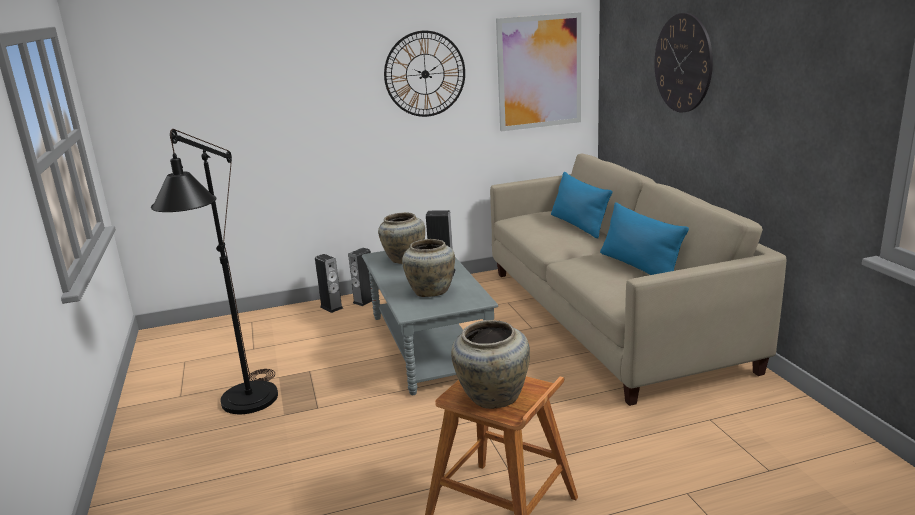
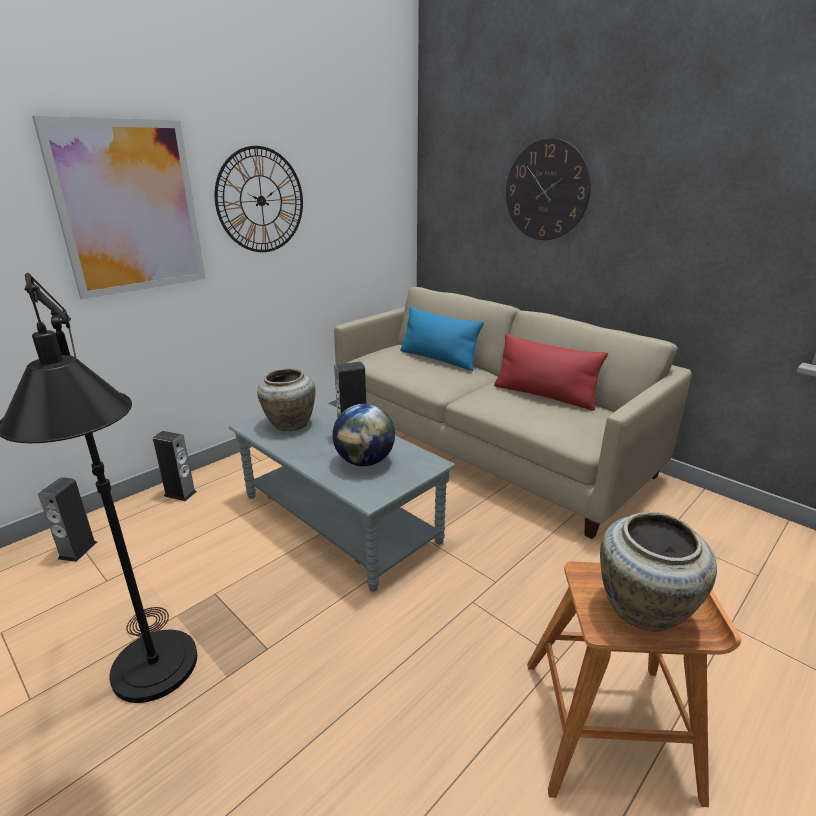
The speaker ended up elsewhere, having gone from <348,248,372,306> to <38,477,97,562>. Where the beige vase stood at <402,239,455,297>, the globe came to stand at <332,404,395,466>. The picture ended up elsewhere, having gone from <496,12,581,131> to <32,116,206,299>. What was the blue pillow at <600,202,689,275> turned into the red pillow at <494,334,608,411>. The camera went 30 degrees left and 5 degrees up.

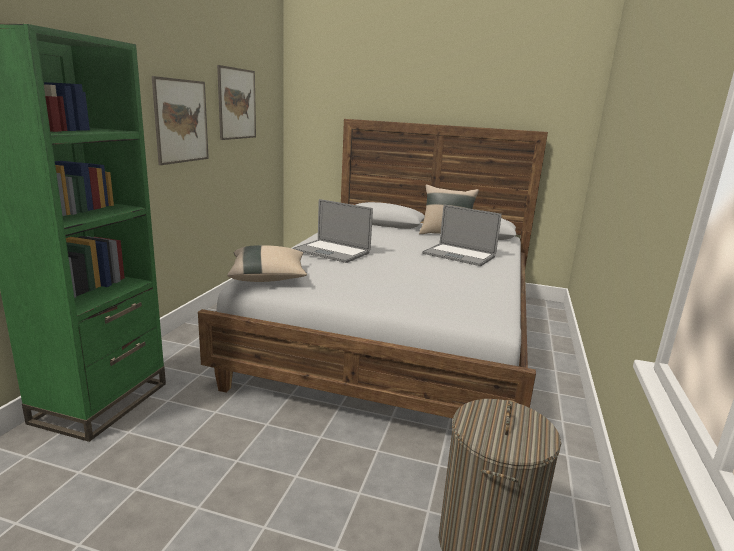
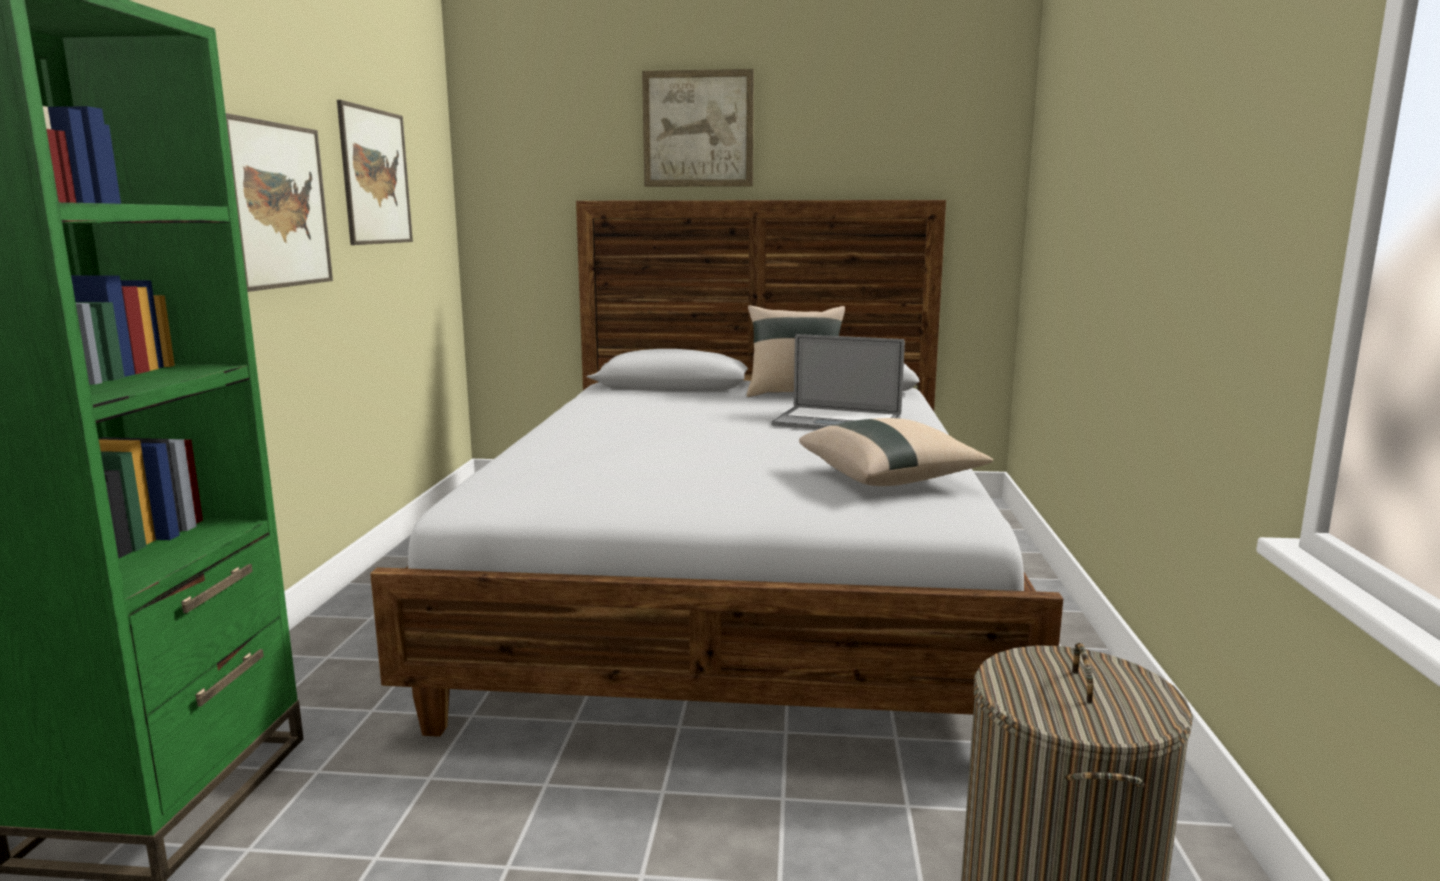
The beige pillow ended up elsewhere, having gone from <227,245,307,282> to <799,418,993,486>. The second view lost the laptop at <292,199,373,263>. The second view gained the picture at <642,69,754,187>. The camera went 10 degrees left and 5 degrees down.

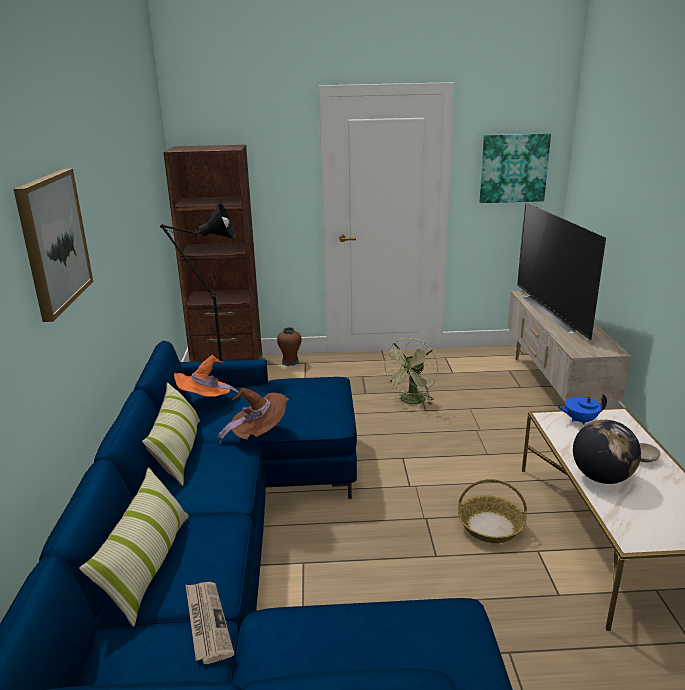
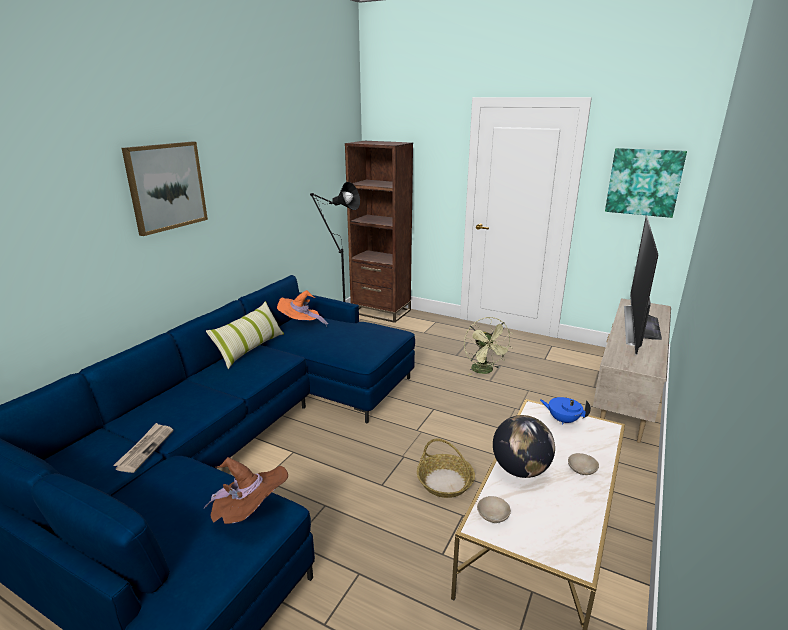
The second view lost the pillow at <79,467,189,627>. The brown hat ended up elsewhere, having gone from <218,388,289,444> to <204,457,288,524>. The second view lost the brown vase at <277,327,302,366>. The green fan at <381,338,438,405> ended up facing another way, 75 degrees counterclockwise from before. The second view gained the beige bowl at <477,496,511,523>. The camera went 30 degrees right and 0 degrees up.

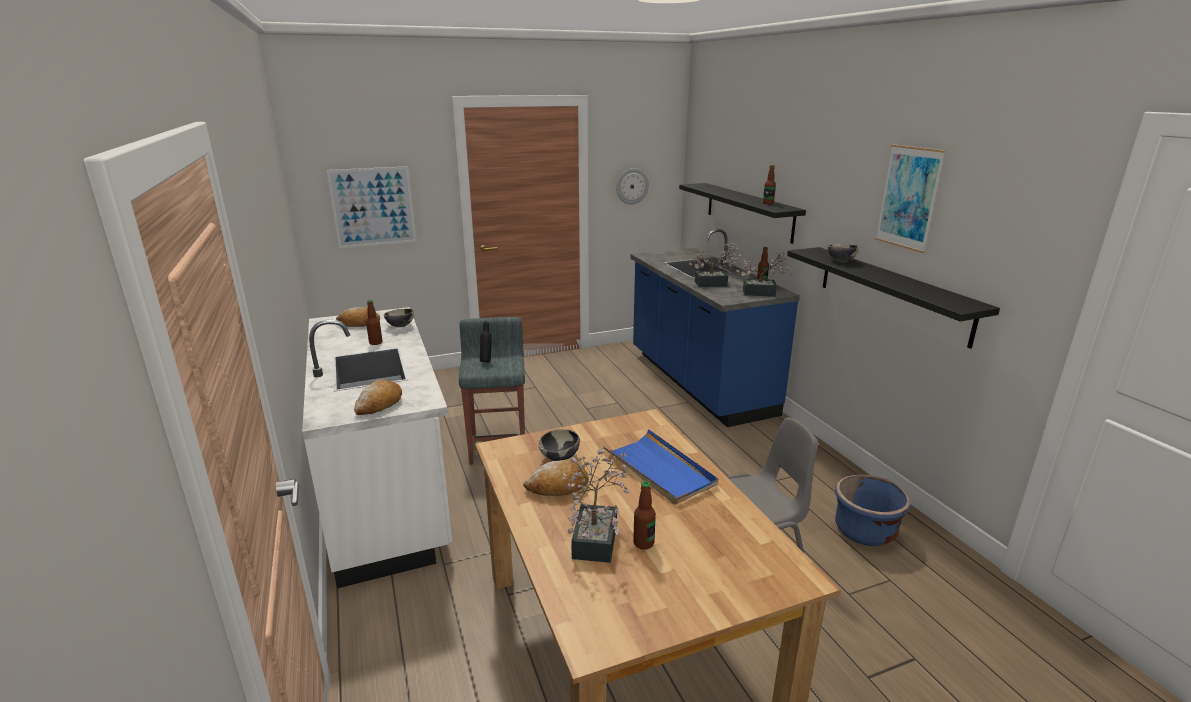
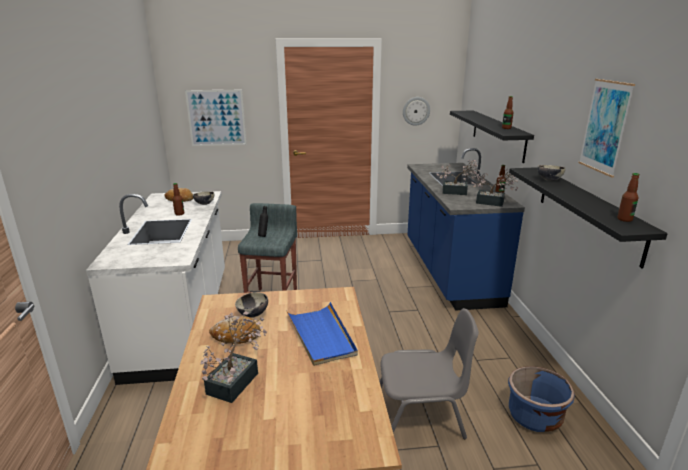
The second view lost the bread at <354,380,402,415>. The bottle ended up elsewhere, having gone from <633,481,656,550> to <617,173,640,222>. The camera went 15 degrees right and 0 degrees up.

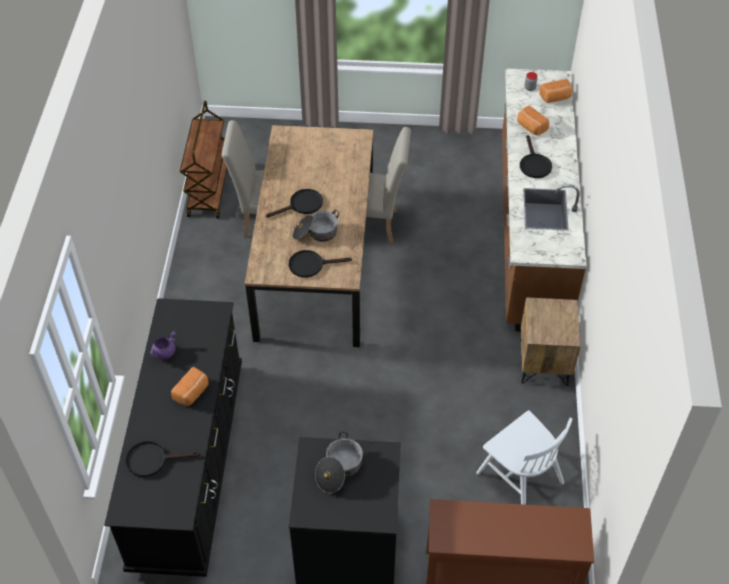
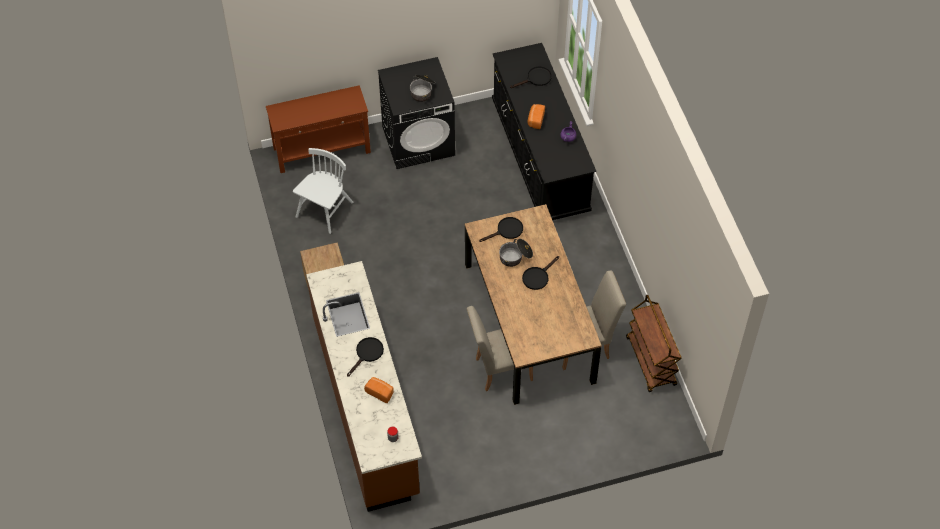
The white chair at <476,410,573,505> ended up facing another way, 90 degrees clockwise from before. The black frying pan at <520,135,552,178> ended up facing another way, 60 degrees clockwise from before. The second view lost the bread at <539,79,572,103>. The camera went 160 degrees right and 5 degrees up.

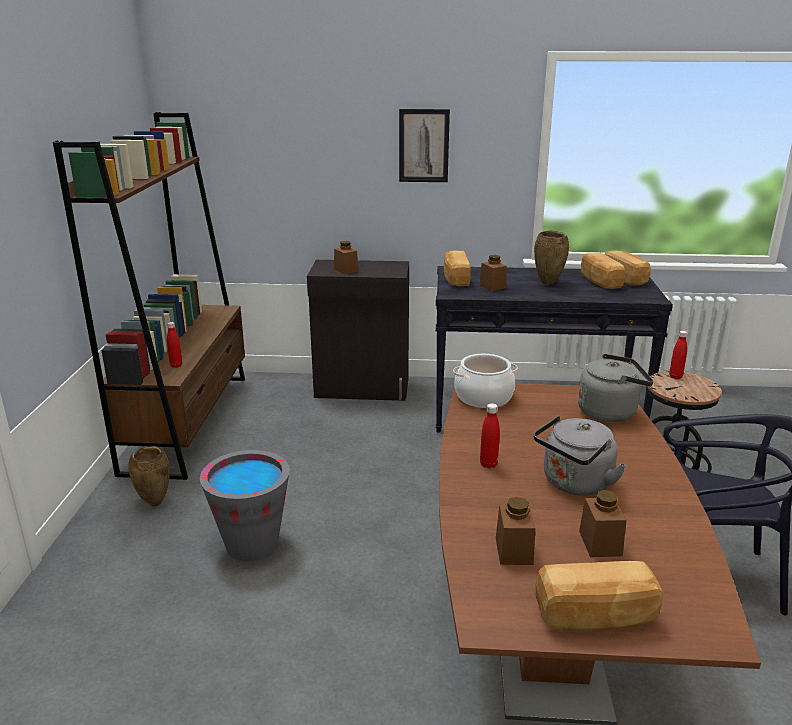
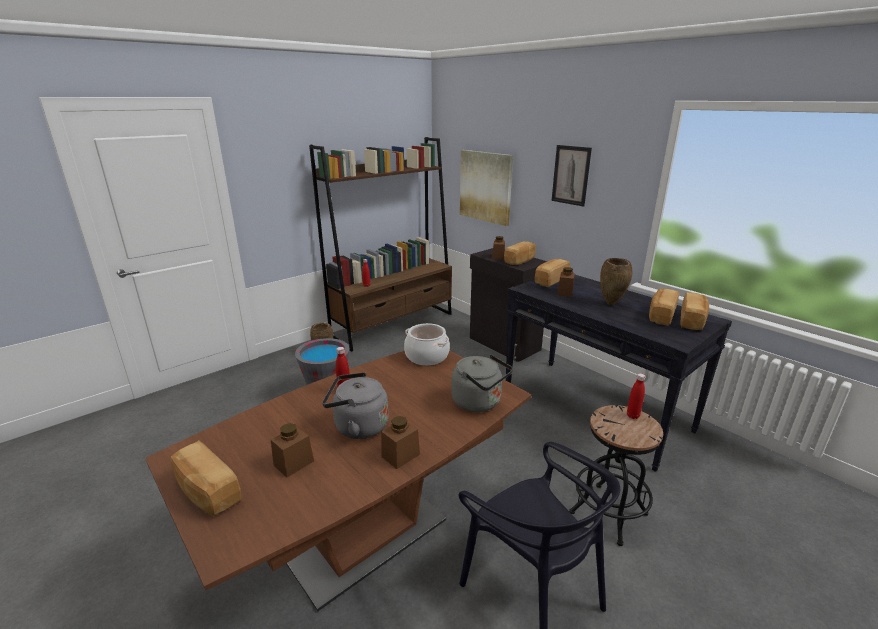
The brown jar ended up elsewhere, having gone from <496,497,535,565> to <381,416,420,469>. The second view gained the picture at <460,150,513,226>. The second view gained the bread at <504,241,536,265>. The camera went 45 degrees right and 0 degrees up.

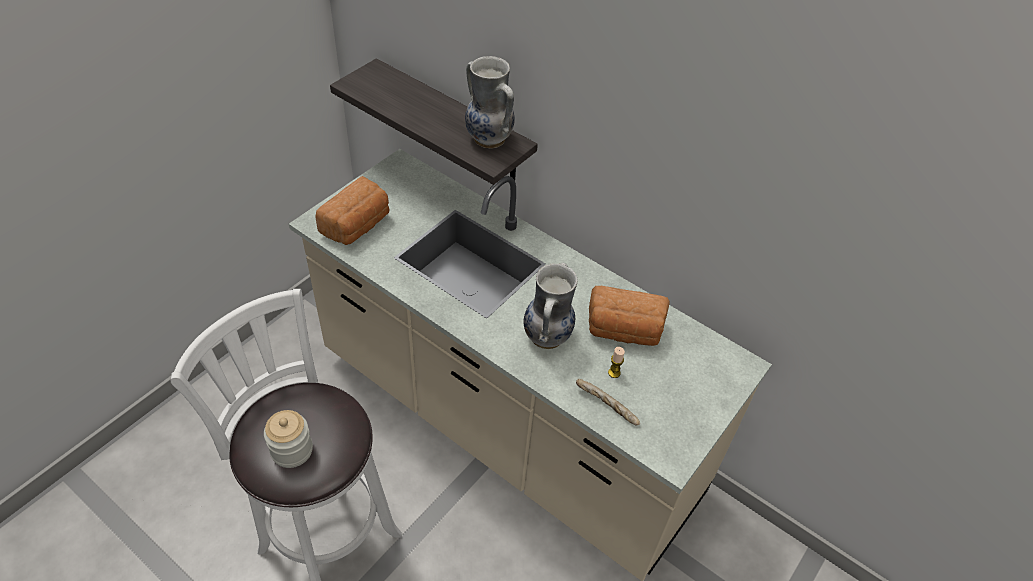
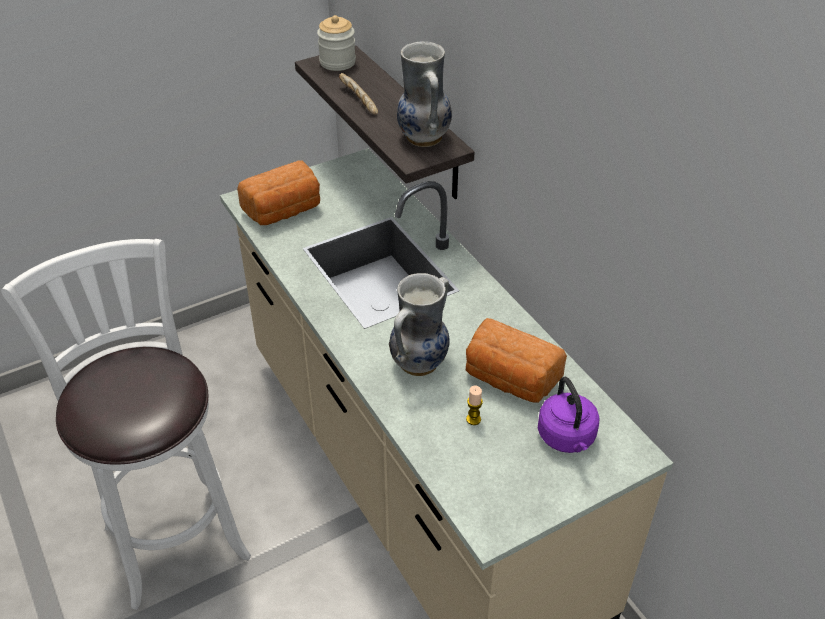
The jar ended up elsewhere, having gone from <264,410,313,468> to <317,15,356,71>. The bread ended up elsewhere, having gone from <576,379,640,425> to <339,73,378,115>. The second view gained the purple kettle at <538,377,599,453>. The camera went 25 degrees right and 5 degrees down.

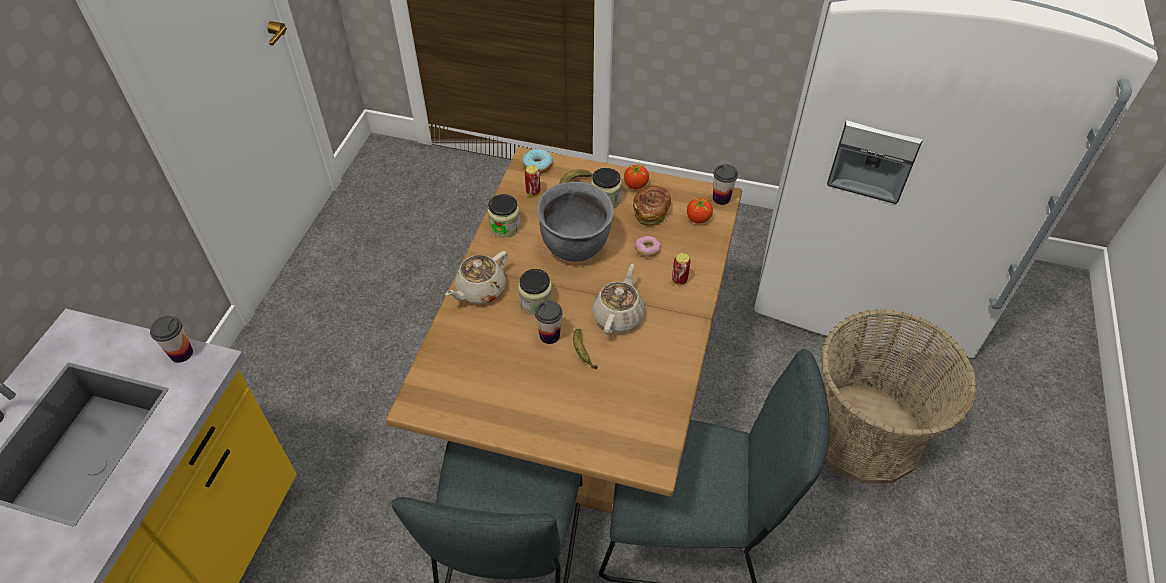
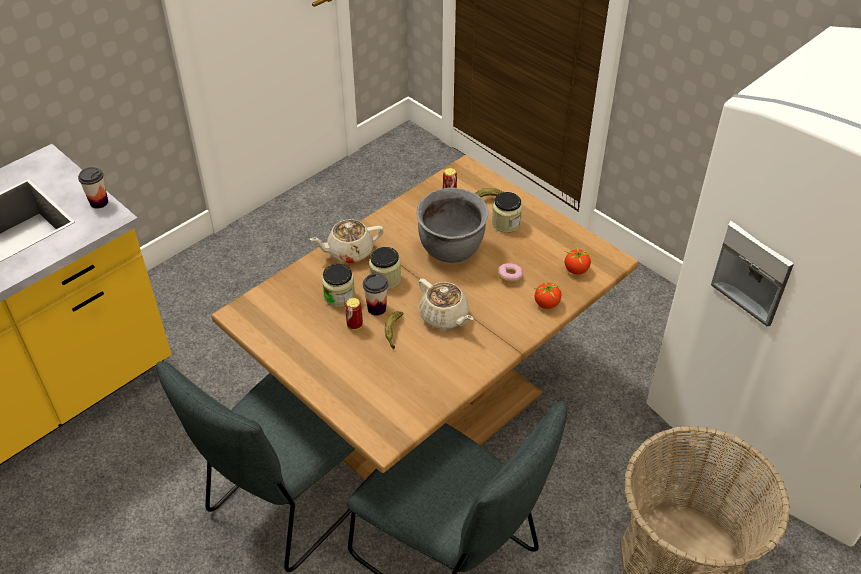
The jar ended up elsewhere, having gone from <488,194,520,237> to <322,264,355,307>. The second view lost the donut at <523,149,553,174>. The beige teapot at <592,264,645,335> ended up facing another way, 90 degrees clockwise from before. The tomato ended up elsewhere, having gone from <624,162,649,189> to <534,280,562,309>. The second view lost the bread at <633,186,671,226>. The can ended up elsewhere, having gone from <672,253,690,285> to <345,298,363,330>. The second view lost the cup at <713,164,738,205>. The camera went 30 degrees right and 5 degrees down.

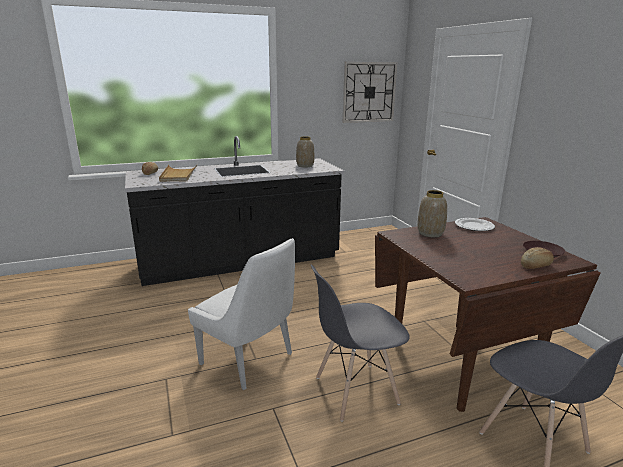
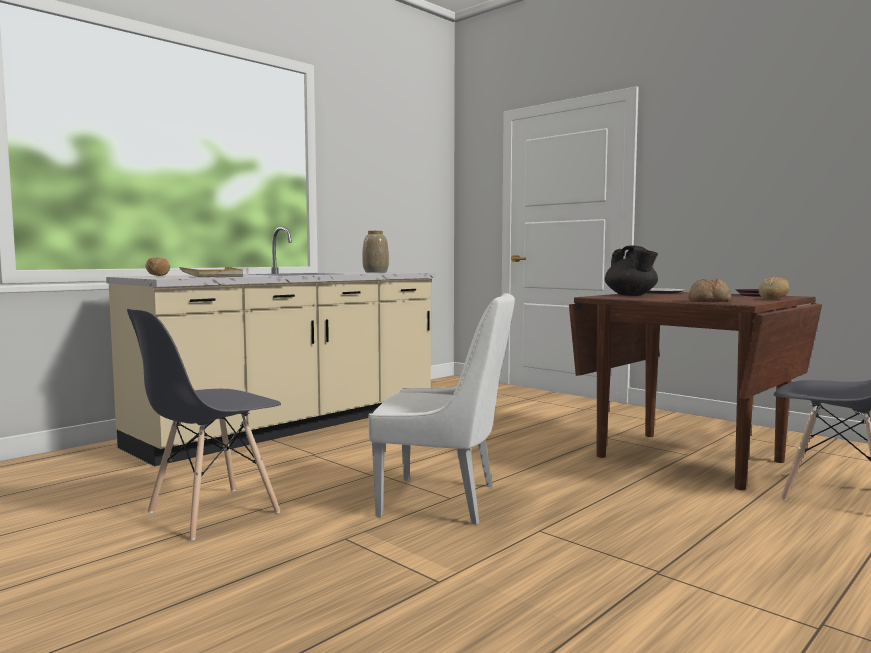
What was the black counter at <125,136,344,286> turned into the beige counter at <106,227,436,466>. The grey chair ended up elsewhere, having gone from <311,265,410,422> to <127,309,281,541>. The second view lost the wall clock at <343,62,397,123>. Where the vase stood at <417,190,447,237>, the black teapot came to stand at <605,246,658,296>. The second view gained the bread at <688,279,731,302>. The camera went 25 degrees left and 15 degrees down.

